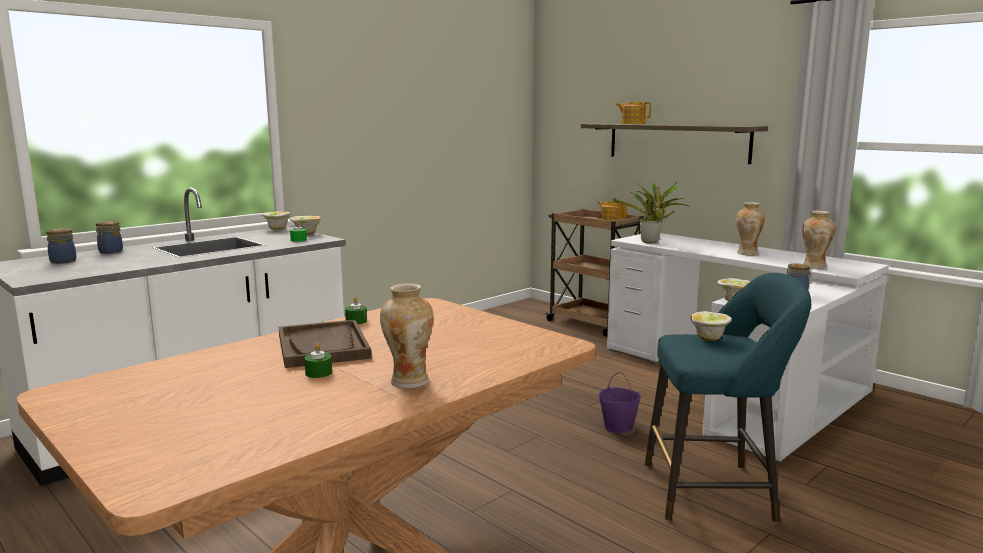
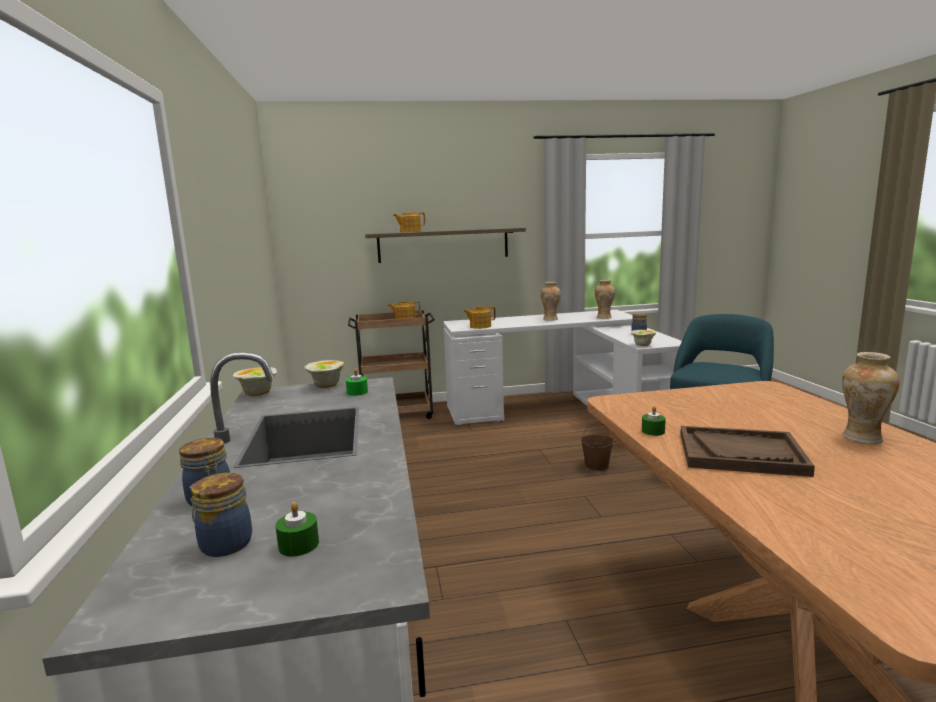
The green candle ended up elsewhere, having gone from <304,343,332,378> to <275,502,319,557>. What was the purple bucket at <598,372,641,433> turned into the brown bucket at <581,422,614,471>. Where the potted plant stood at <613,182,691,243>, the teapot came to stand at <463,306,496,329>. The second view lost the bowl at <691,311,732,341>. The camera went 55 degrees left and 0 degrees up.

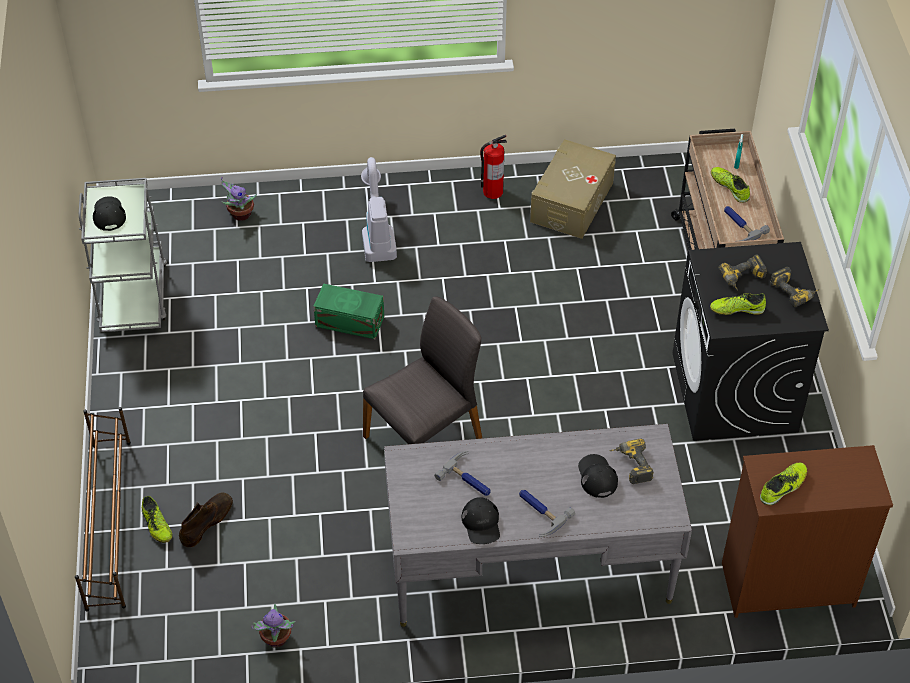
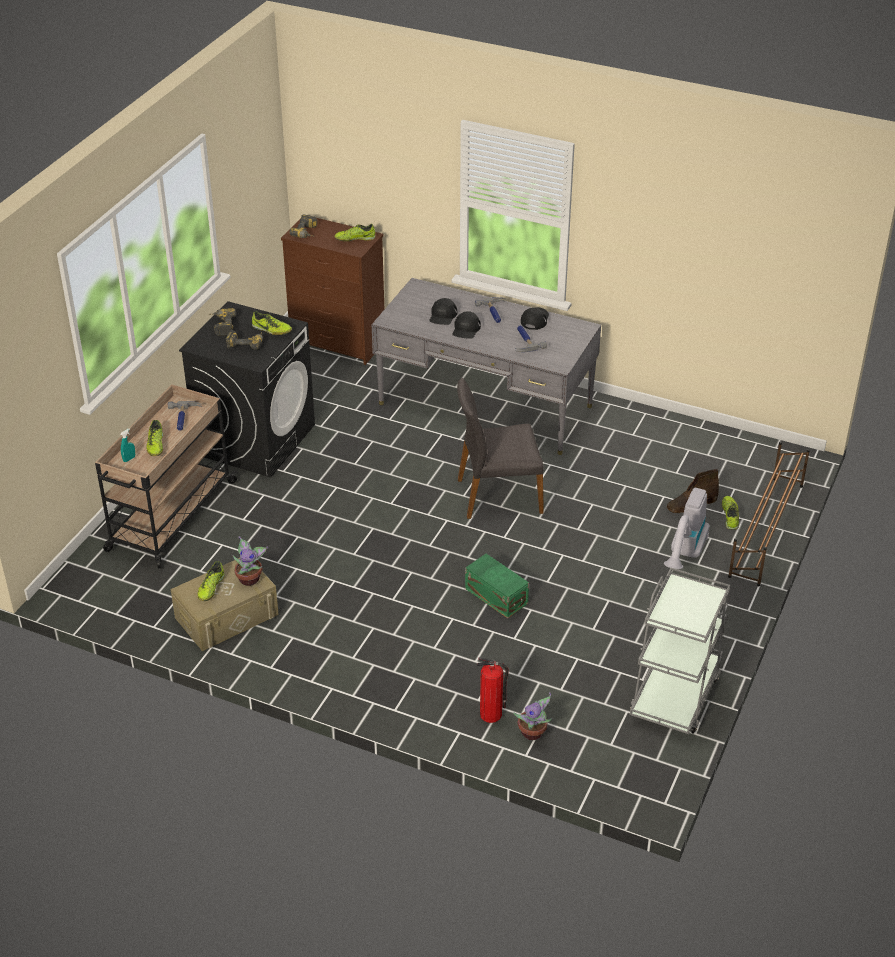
The black cap ended up elsewhere, having gone from <93,196,126,231> to <453,311,481,339>. The potted plant ended up elsewhere, having gone from <251,604,296,647> to <233,536,268,586>. The vacuum cleaner ended up elsewhere, having gone from <361,157,397,262> to <664,488,710,569>. The fire extinguisher ended up elsewhere, having gone from <480,135,507,199> to <477,658,509,723>. The power drill ended up elsewhere, having gone from <610,439,654,484> to <289,214,317,238>. The second view gained the shoe at <197,561,225,601>. The camera went 150 degrees left and 10 degrees down.

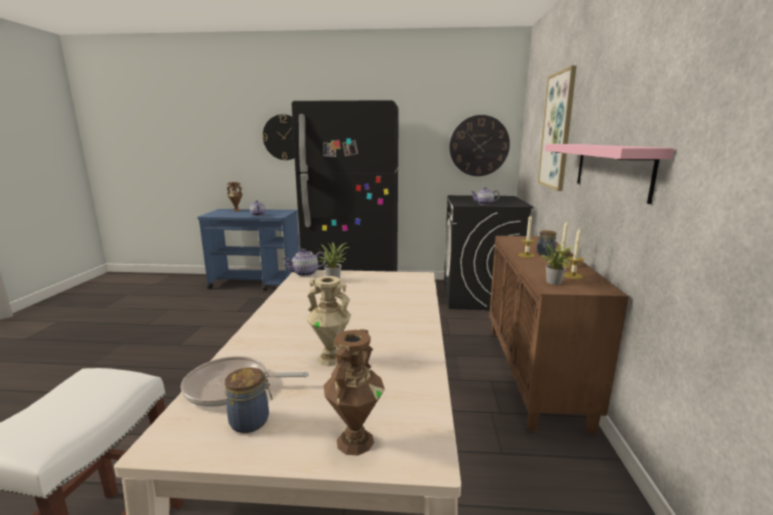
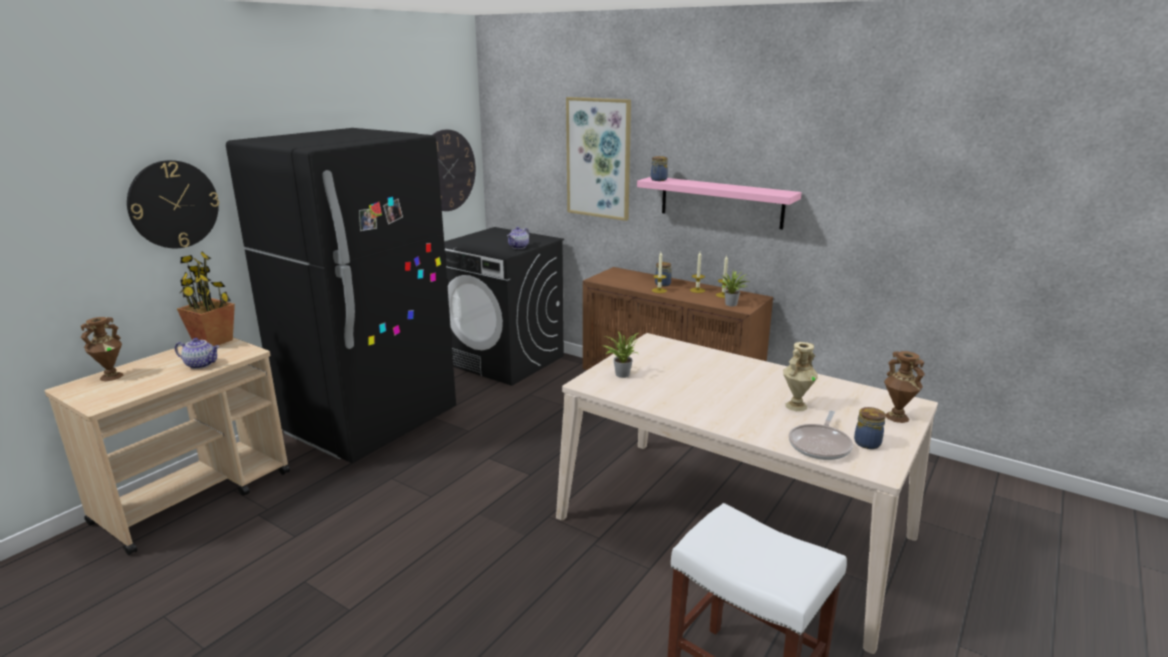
What was the blue cart at <197,209,300,290> turned into the beige cart at <44,337,290,555>. The second view lost the teapot at <282,249,326,276>. The second view gained the potted plant at <177,251,235,347>. The second view gained the jar at <651,156,668,181>. The camera went 60 degrees left and 5 degrees up.

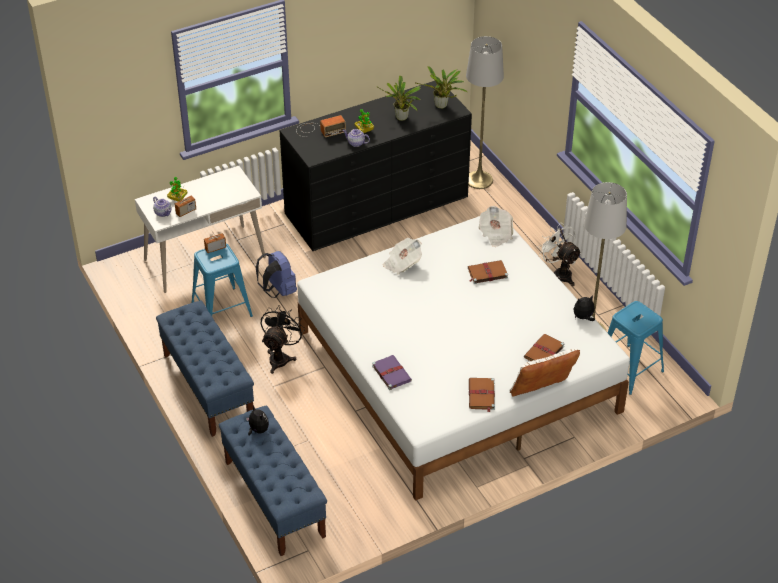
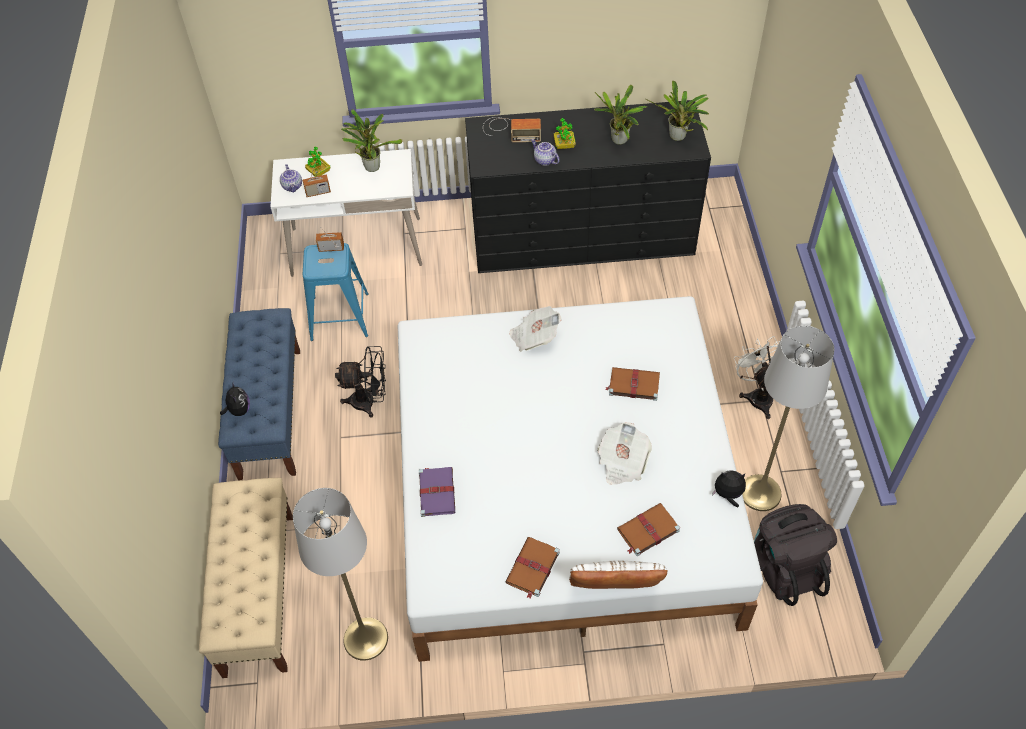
What was the blue bench at <219,405,327,556> turned into the beige bench at <199,478,293,678>. The plush toy ended up elsewhere, having gone from <246,406,269,436> to <220,384,250,416>. The second view lost the blue backpack at <256,251,297,298>. The black fan at <261,305,305,374> ended up facing another way, 45 degrees clockwise from before. The grey floor lamp ended up elsewhere, having gone from <466,36,504,189> to <293,488,388,661>. The newspaper ended up elsewhere, having gone from <479,206,514,247> to <598,422,652,485>. Where the blue stool stood at <608,301,664,395>, the black backpack came to stand at <754,504,837,606>. The second view gained the potted plant at <341,109,402,172>. The camera went 25 degrees right and 10 degrees up.

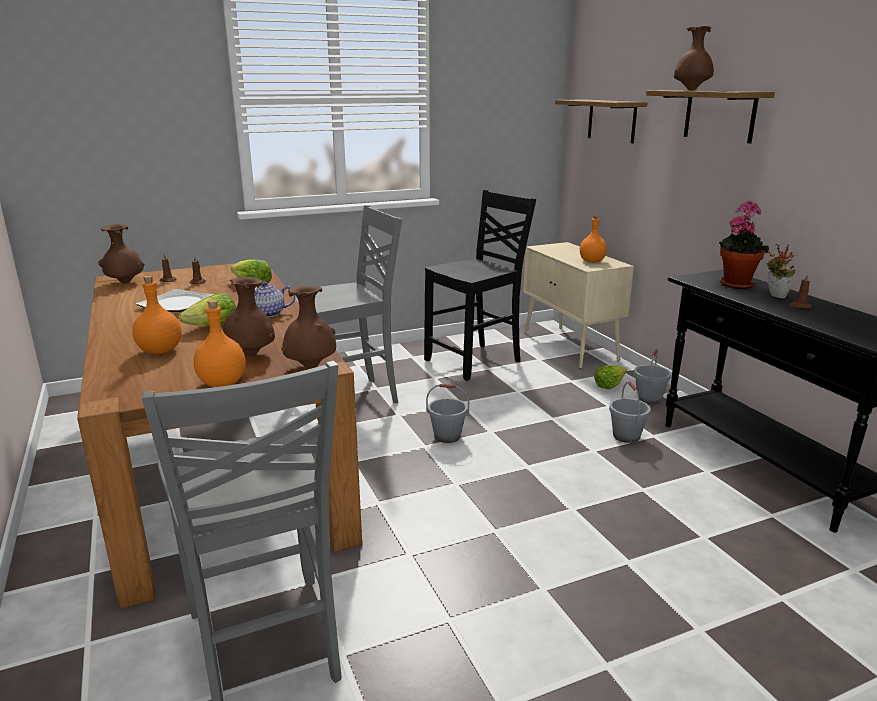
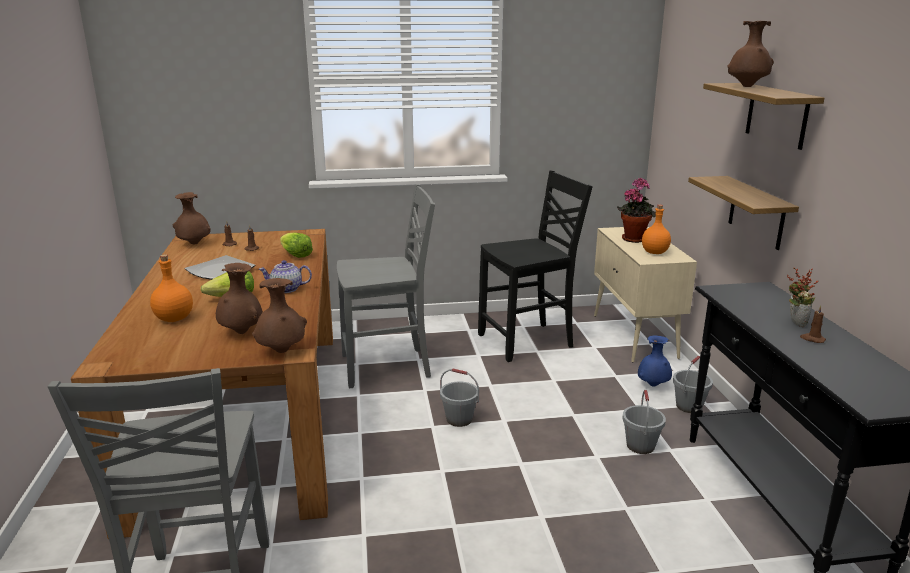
The second view lost the orange bottle at <194,300,246,387>. The shelf ended up elsewhere, having gone from <555,100,648,143> to <688,176,799,250>. Where the lettuce stood at <594,365,627,389>, the blue vase came to stand at <638,335,672,387>. The potted plant ended up elsewhere, having gone from <719,201,769,289> to <617,178,656,243>. The camera went 15 degrees right and 0 degrees up.

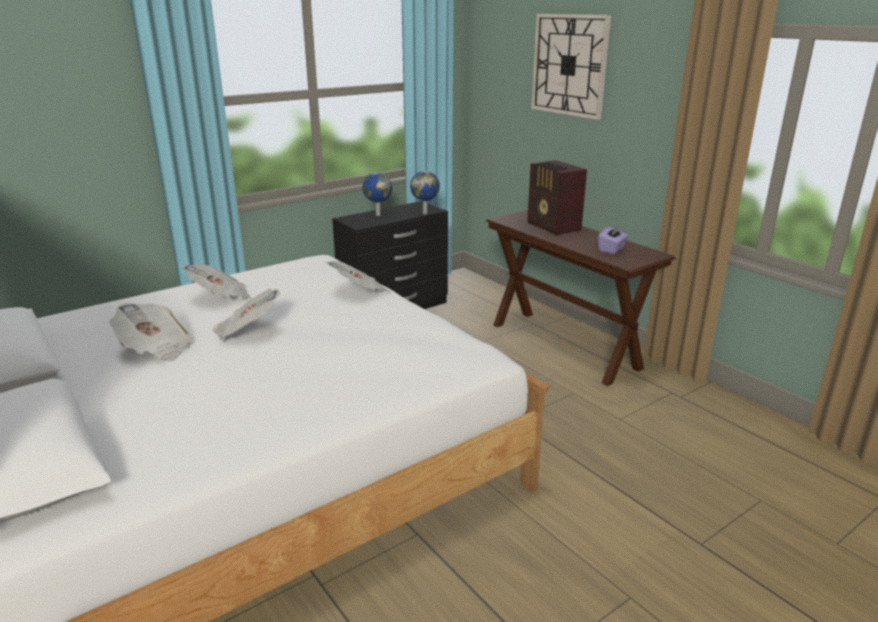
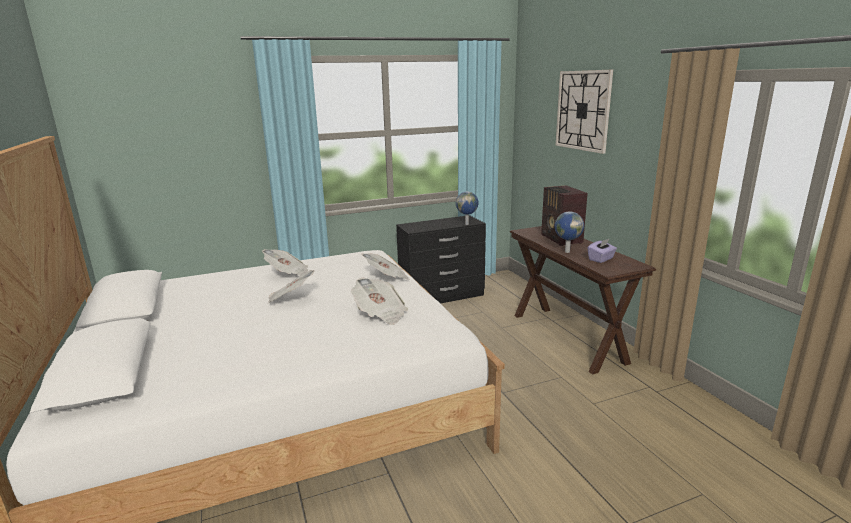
The newspaper ended up elsewhere, having gone from <109,303,193,361> to <351,278,408,325>. The globe ended up elsewhere, having gone from <362,172,392,216> to <555,211,584,253>. The camera went 15 degrees right and 5 degrees down.

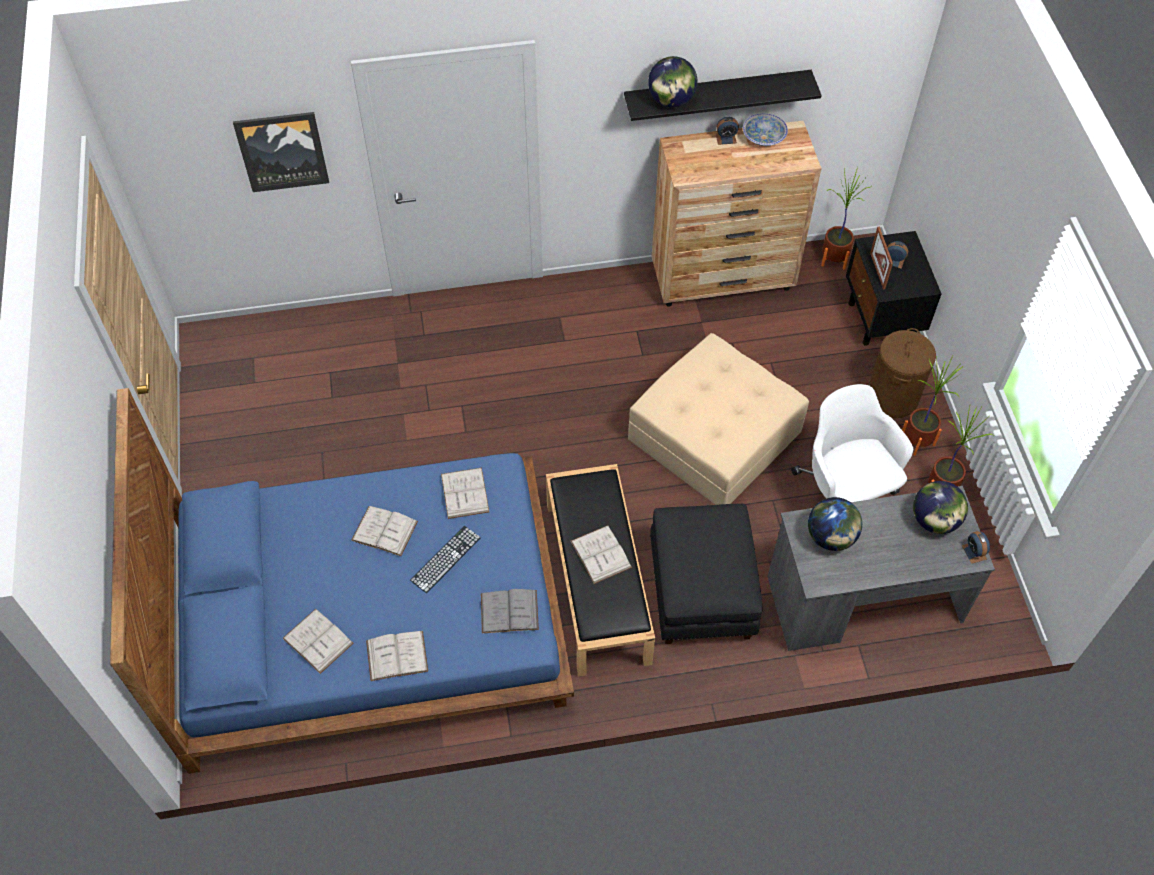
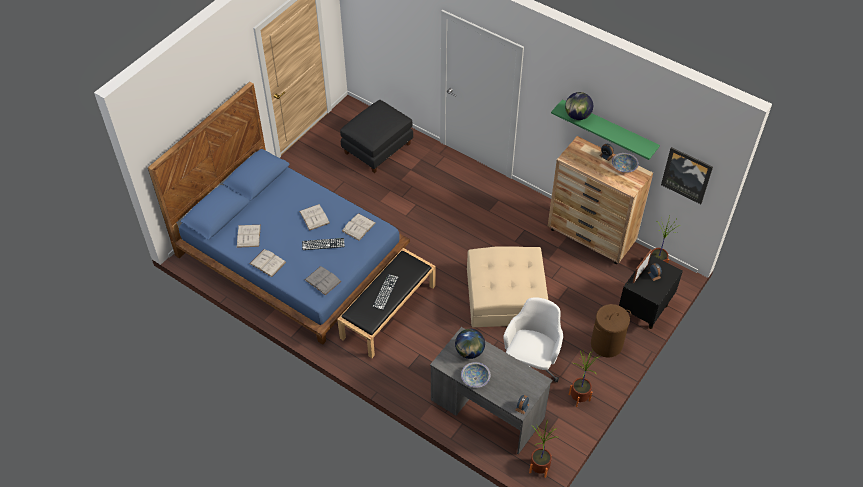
The picture ended up elsewhere, having gone from <233,112,329,192> to <661,147,713,204>. Where the white book stood at <571,525,632,584>, the keyboard came to stand at <372,274,399,310>. What was the black shelf at <624,70,822,121> turned into the green shelf at <551,99,660,160>. The black ottoman ended up elsewhere, having gone from <650,504,763,644> to <340,100,413,173>. The potted plant ended up elsewhere, having gone from <902,356,963,456> to <529,420,557,478>. The second view lost the globe at <913,481,968,534>. The second view gained the bowl at <461,362,491,388>. The camera went 45 degrees right and 5 degrees down.

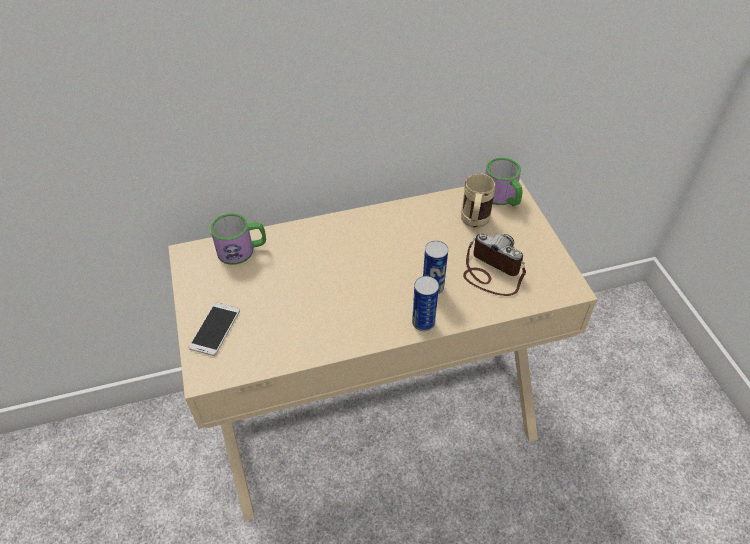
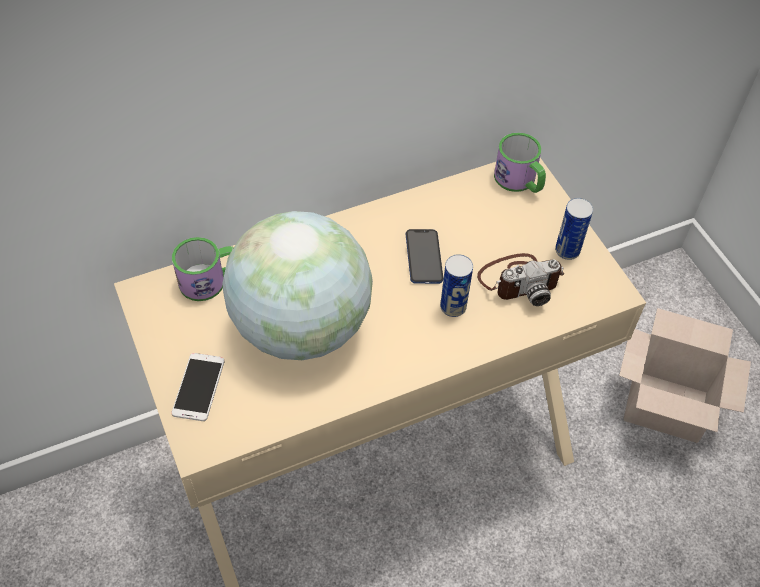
The can ended up elsewhere, having gone from <412,276,439,331> to <555,198,593,260>. The second view lost the beige mug at <461,174,495,228>. The photo camera at <463,233,526,296> ended up facing another way, 135 degrees clockwise from before. The second view gained the globe at <223,211,373,360>. The second view gained the phone at <406,229,444,284>. The second view gained the cardboard box at <619,308,751,443>. The camera went 10 degrees left and 5 degrees up.

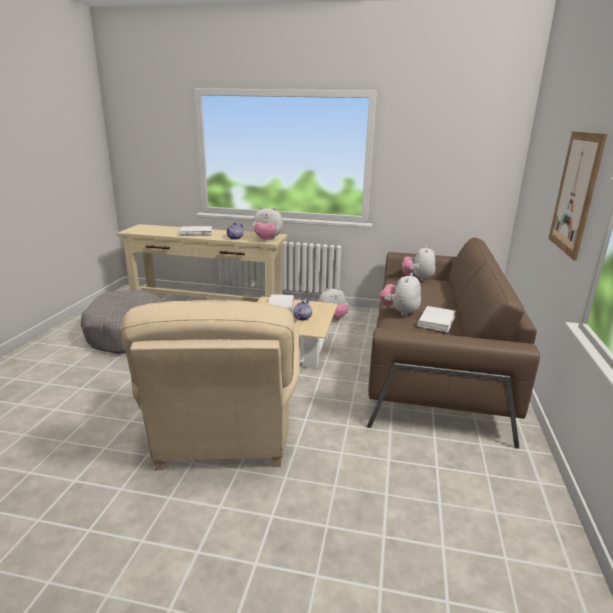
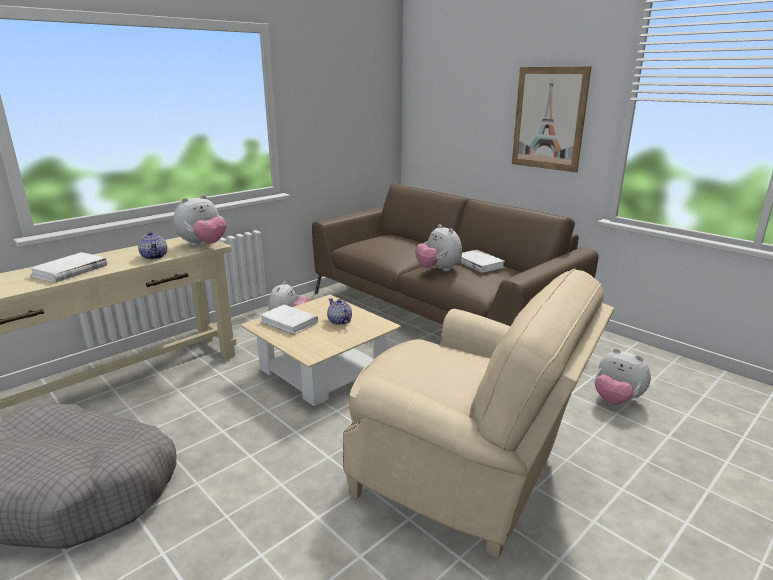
The plush toy ended up elsewhere, having gone from <402,245,436,281> to <595,348,651,404>. The camera went 55 degrees left and 0 degrees up.

